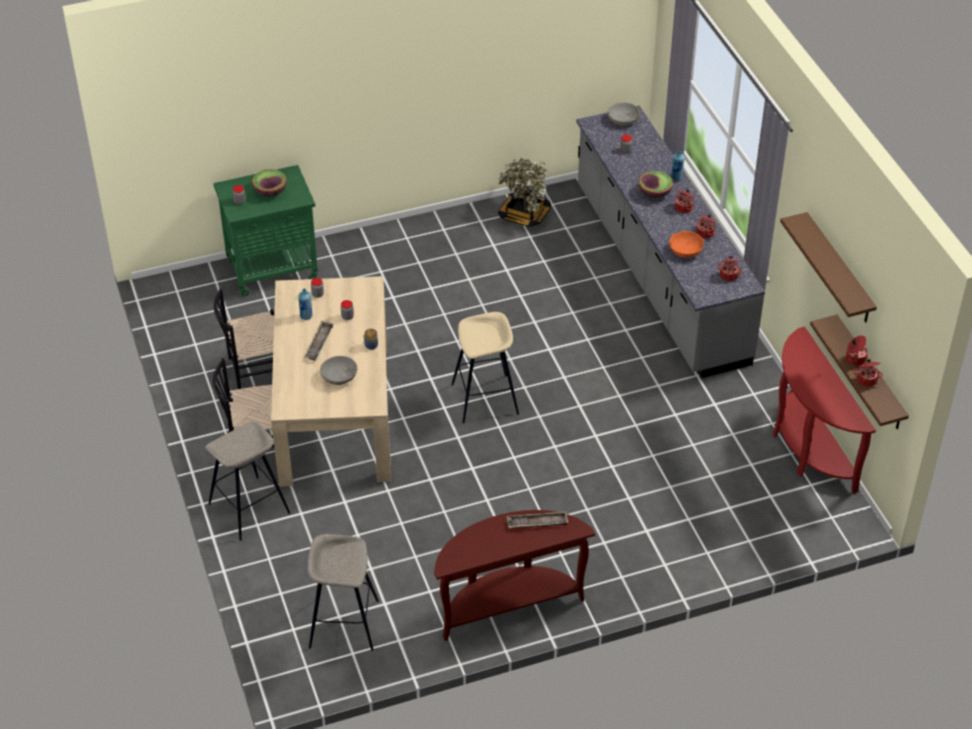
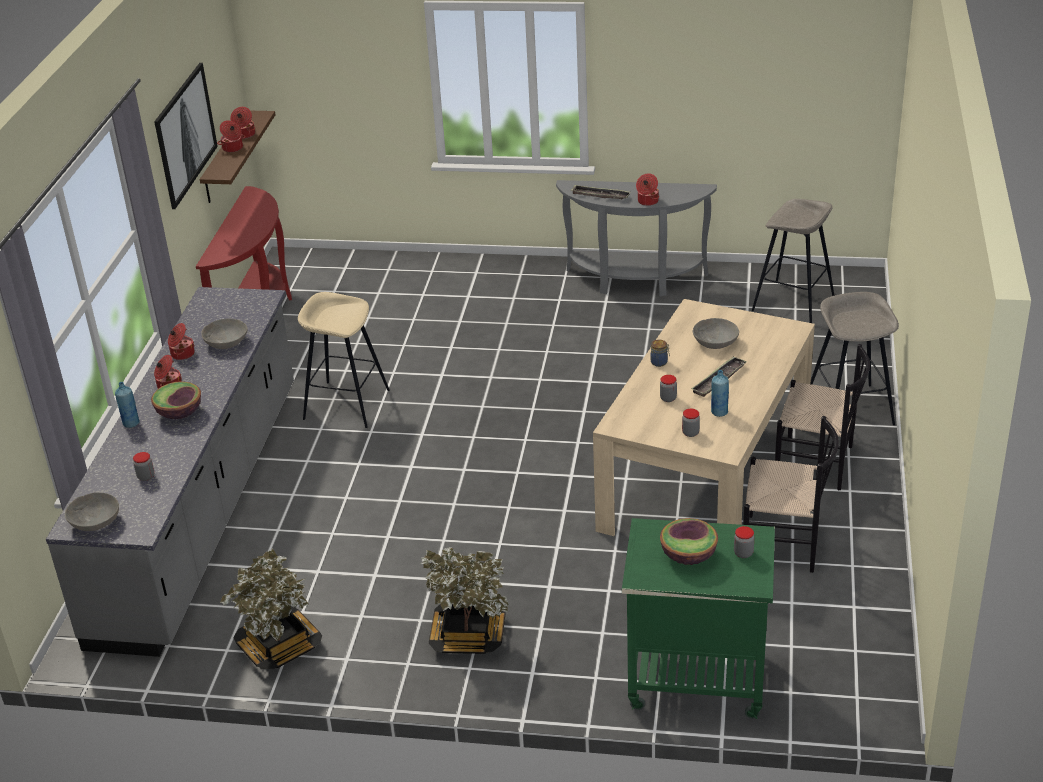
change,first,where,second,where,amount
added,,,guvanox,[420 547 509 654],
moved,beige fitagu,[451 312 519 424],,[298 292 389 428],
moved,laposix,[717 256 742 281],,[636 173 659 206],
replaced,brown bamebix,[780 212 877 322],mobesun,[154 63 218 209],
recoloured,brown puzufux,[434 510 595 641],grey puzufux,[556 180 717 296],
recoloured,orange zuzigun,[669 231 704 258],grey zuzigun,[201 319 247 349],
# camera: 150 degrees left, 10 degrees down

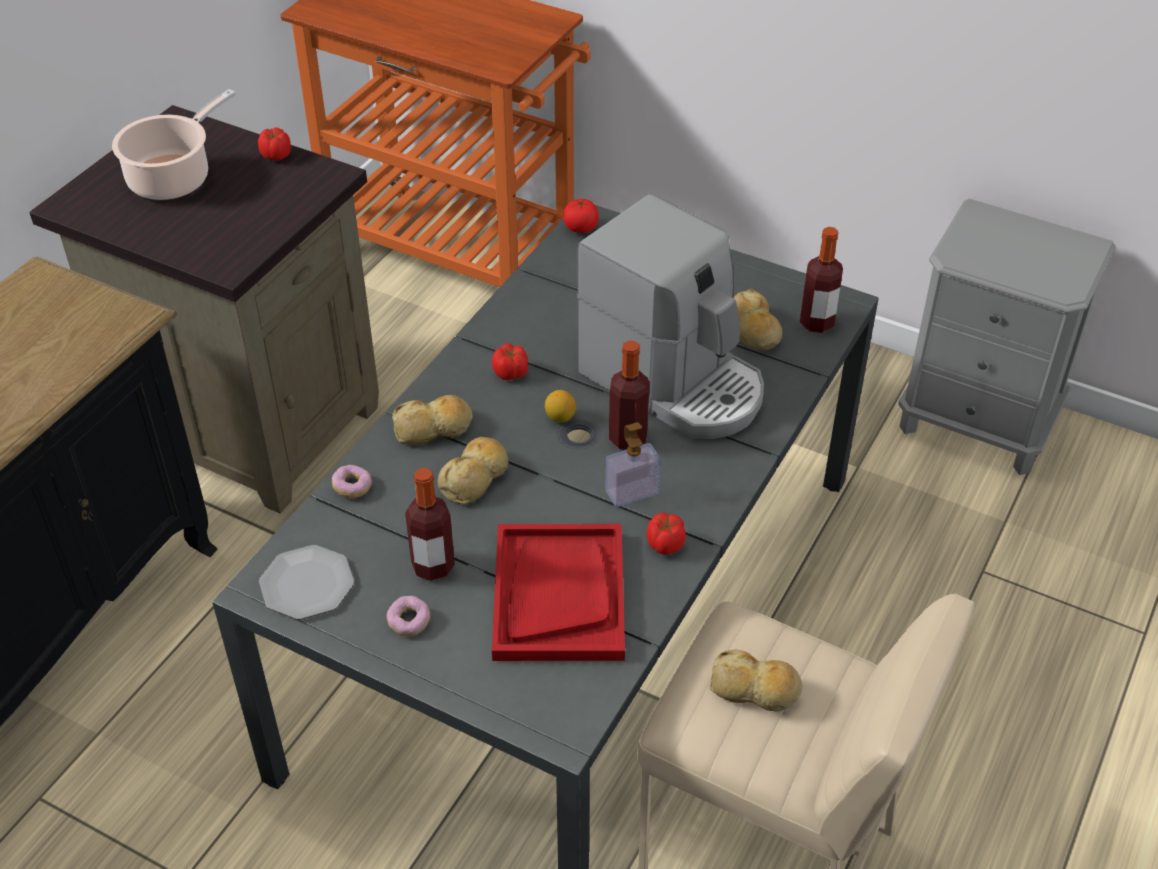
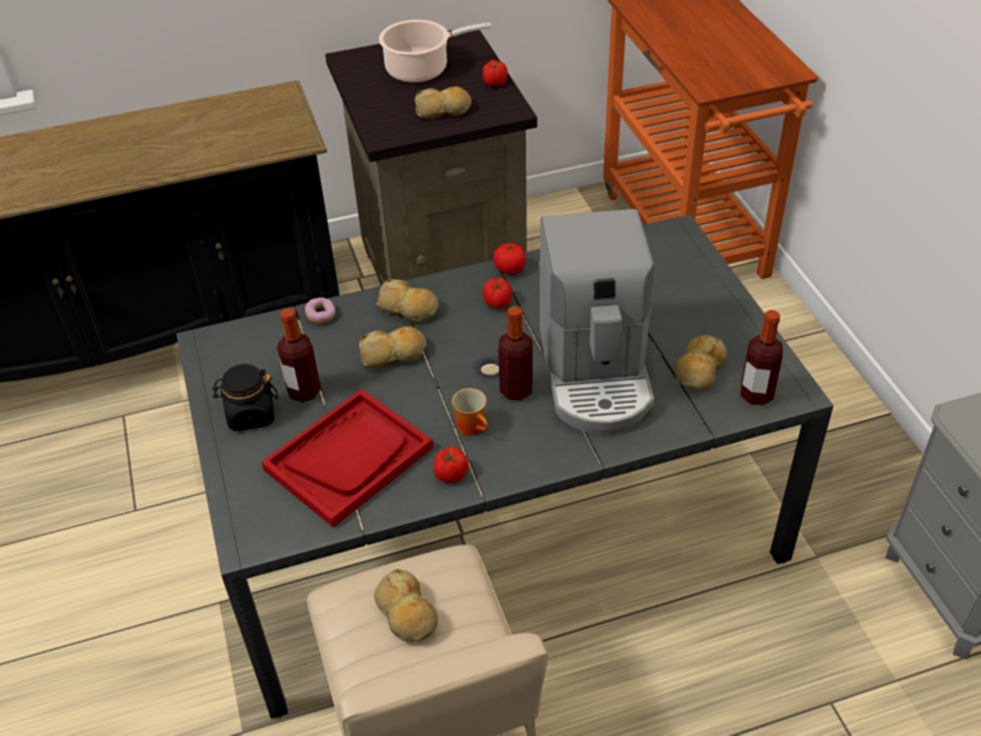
change,first,where,second,where,amount
removed,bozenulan,[259 545 354 620],,,
removed,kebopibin,[545 390 576 423],,,
added,,,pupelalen,[415 87 471 119],
moved,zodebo,[563 199 599 233],,[493 242 526 274],
replaced,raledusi,[386 596 430 636],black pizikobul,[213 364 278 431],
replaced,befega,[605 422 661 507],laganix,[452 388 488 435],
# camera: 45 degrees right, 0 degrees up

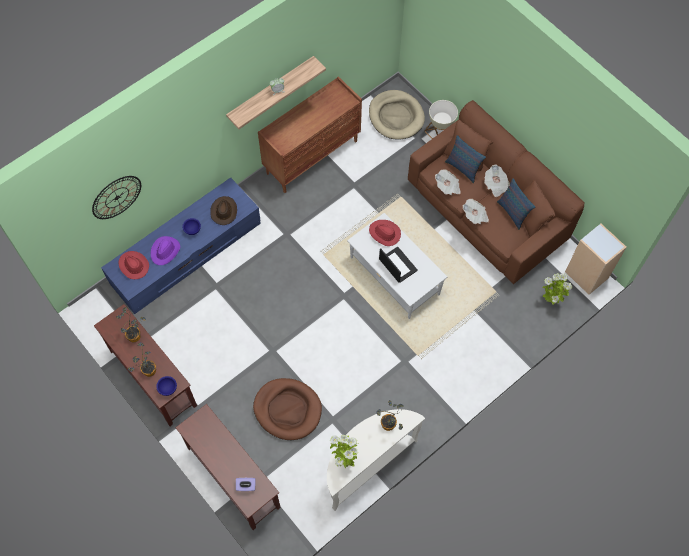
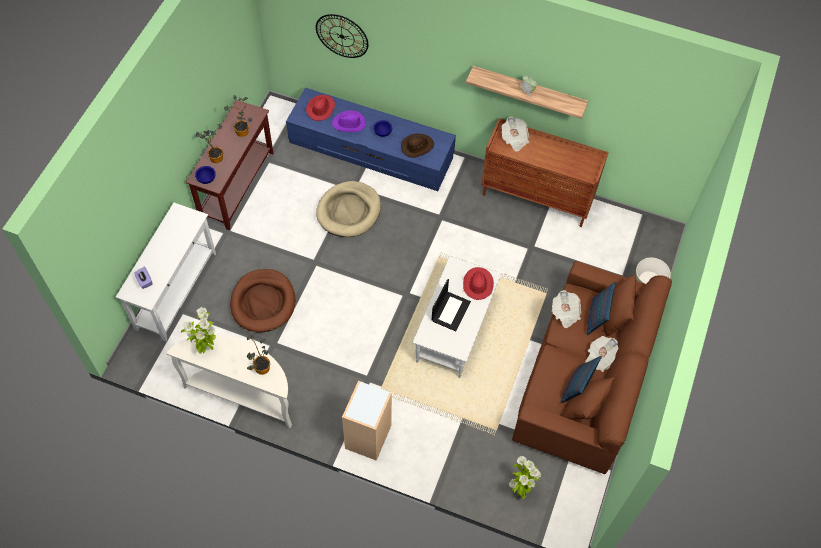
change,first,where,second,where,amount
moved,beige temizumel,[369 90 425 140],,[316 181 381 237],
moved,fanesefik,[462 199 489 224],,[502 117 529 152],
moved,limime,[565 223 626 295],,[342 381 392 461],
recoloured,brown puzufux,[176 404 281 530],white puzufux,[116 203 216 341],
# camera: 60 degrees right, 5 degrees down

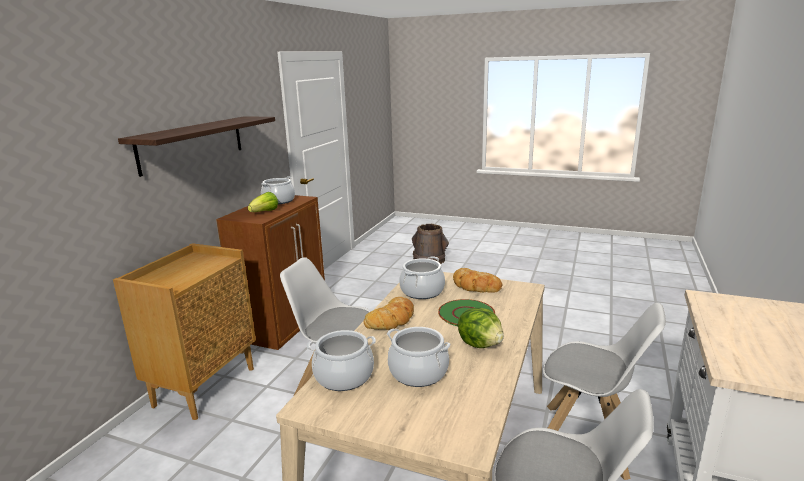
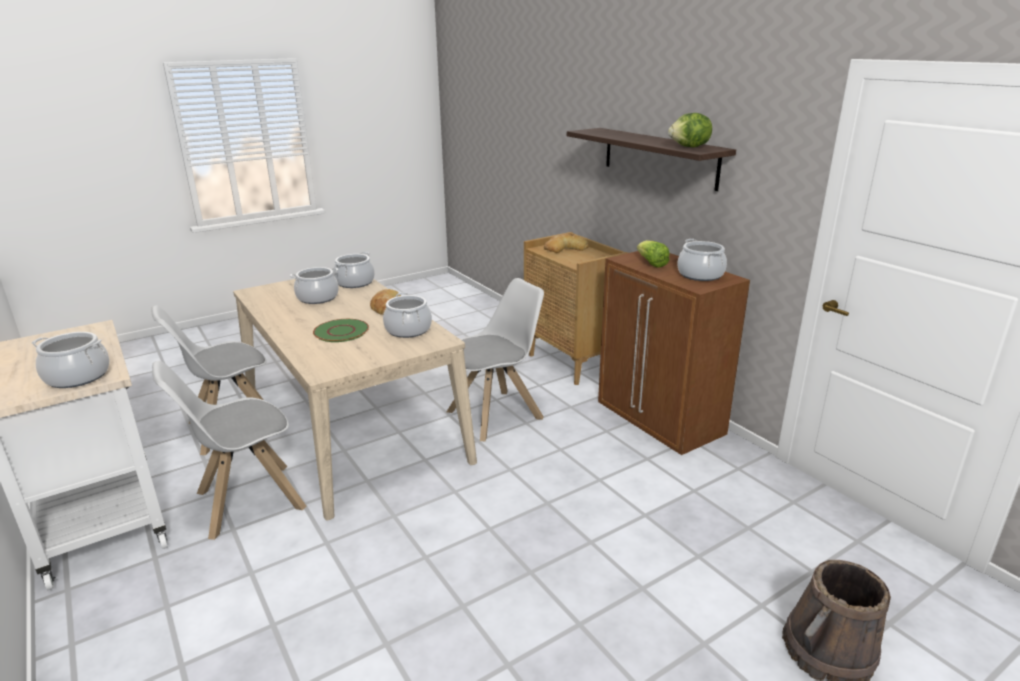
change,first,where,second,where,amount
added,,,laposix,[32 332 109 388],
moved,pupelalen,[453 268 503 293],,[544 234 589 253],
moved,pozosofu,[458 308 504 348],,[668 113 712 147],
# camera: 125 degrees right, 5 degrees up

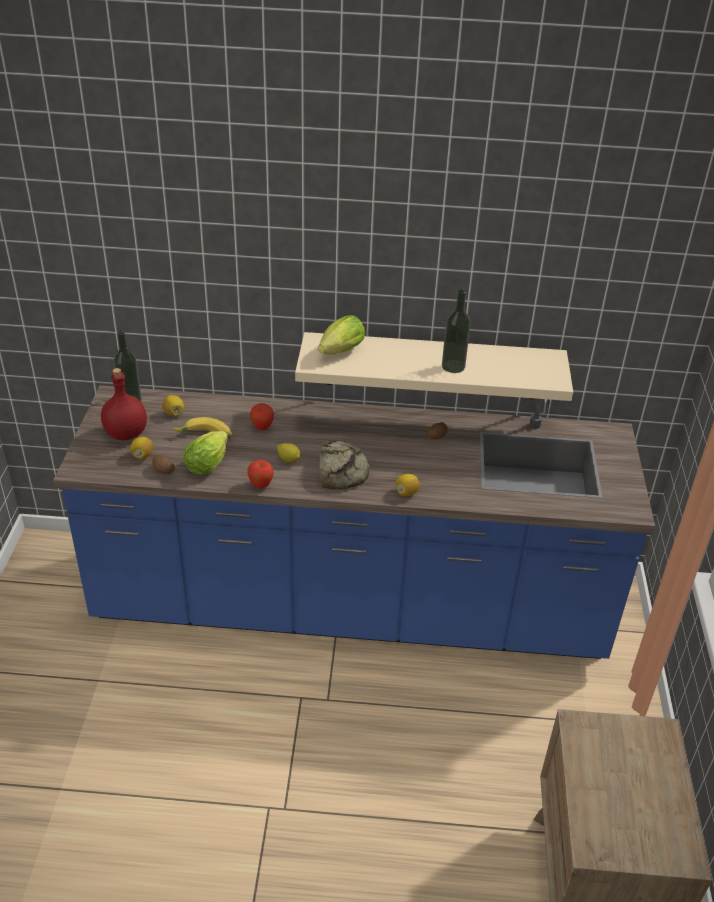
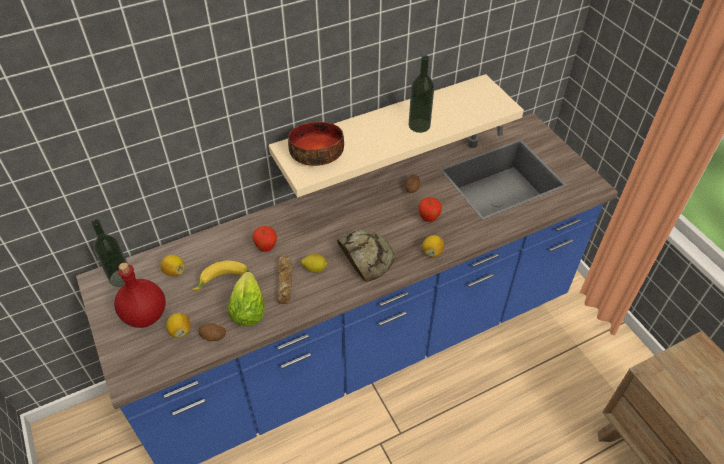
change,first,where,second,where,amount
added,,,pupelalen,[278 255 293 304],
moved,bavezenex,[247 460 274 488],,[418 197 442 222],
replaced,pozosofu,[318 315 365 354],zuzigun,[288 122 344 166],
# camera: 30 degrees left, 10 degrees up

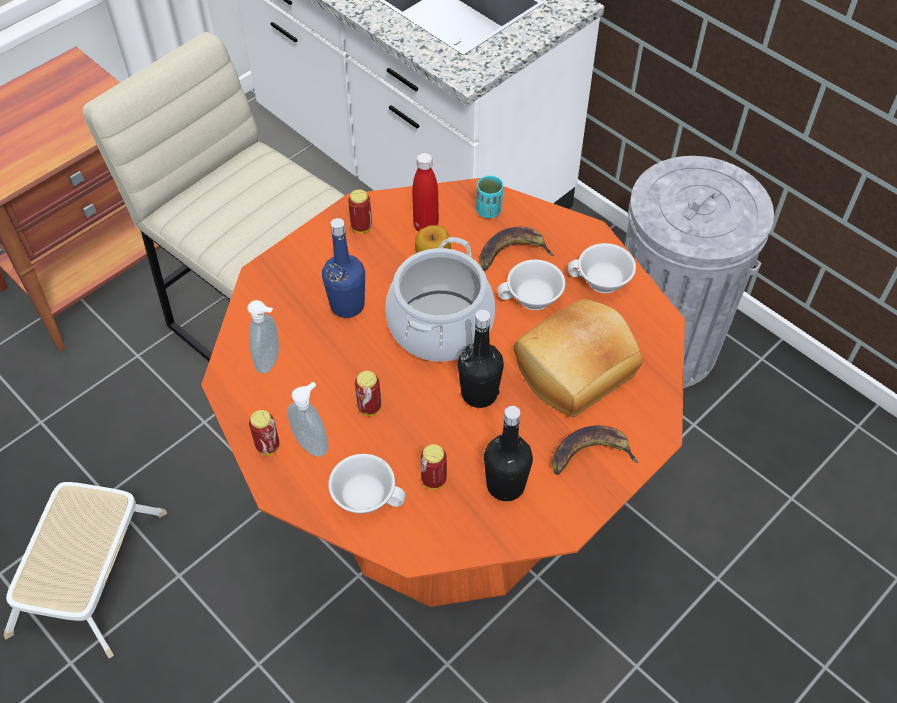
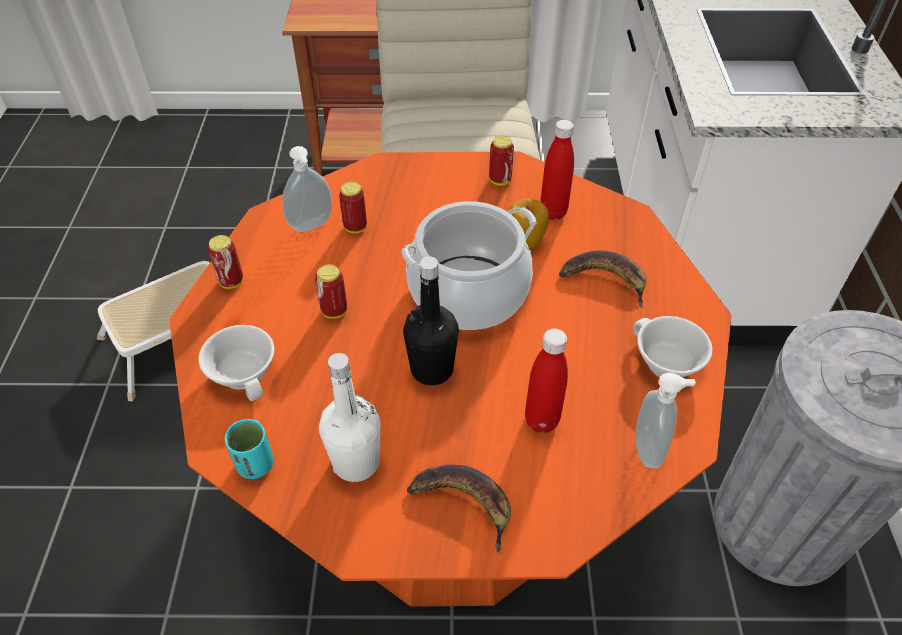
change,first,where,second,where,amount
removed,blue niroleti,[322 218 365 318],,,
removed,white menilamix,[497 260 565 310],,,
moved,befega,[288 382 329 457],,[635 373 696 468],
moved,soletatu,[420 444 447 489],,[339 182 367 234],
moved,turquoise menilamix,[476 175 503 218],,[224 419 274 479],
replaced,pupelalen,[514 299 642 417],red niroleti,[525 329 568 433],
recoloured,black niroleti,[484 406 533 501],white niroleti,[319 353 381 482],
# camera: 45 degrees right, 5 degrees down

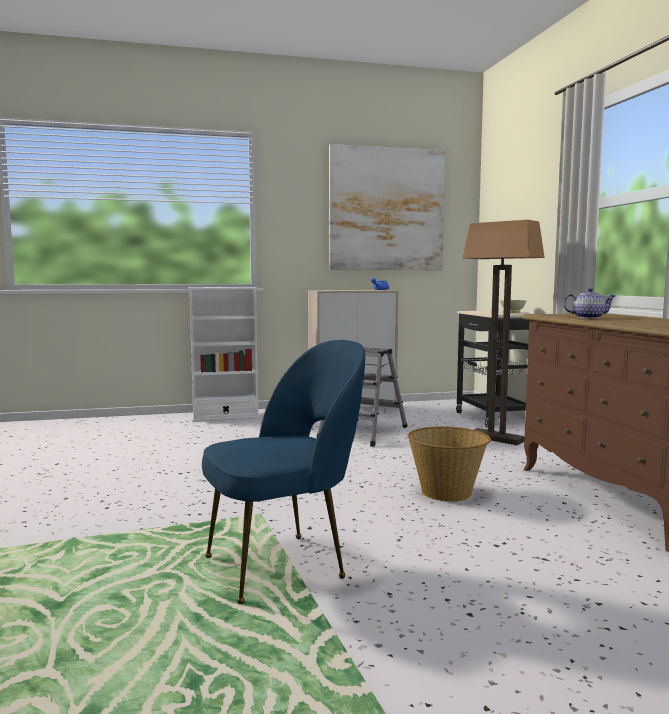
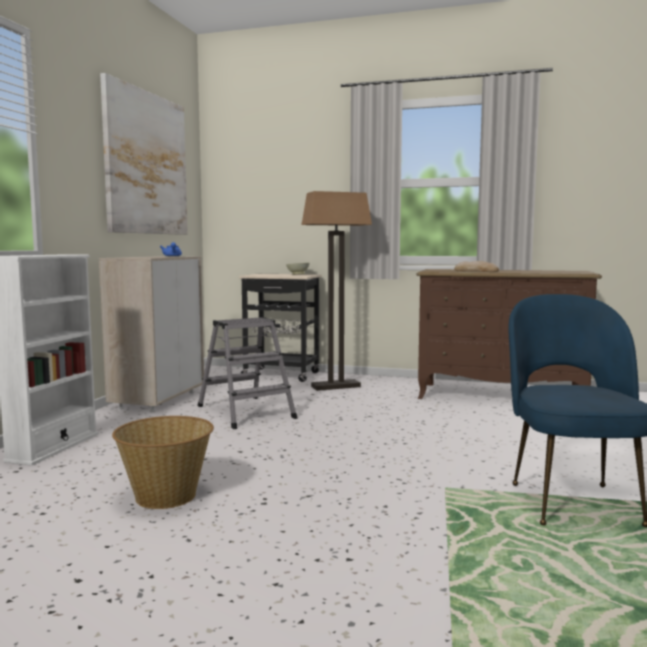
change,first,where,second,where,amount
moved,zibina,[407 426 491 502],,[112 416 214 509],
replaced,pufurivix,[563 288 615 319],pupelalen,[454 261 499 272],
# camera: 60 degrees left, 0 degrees up

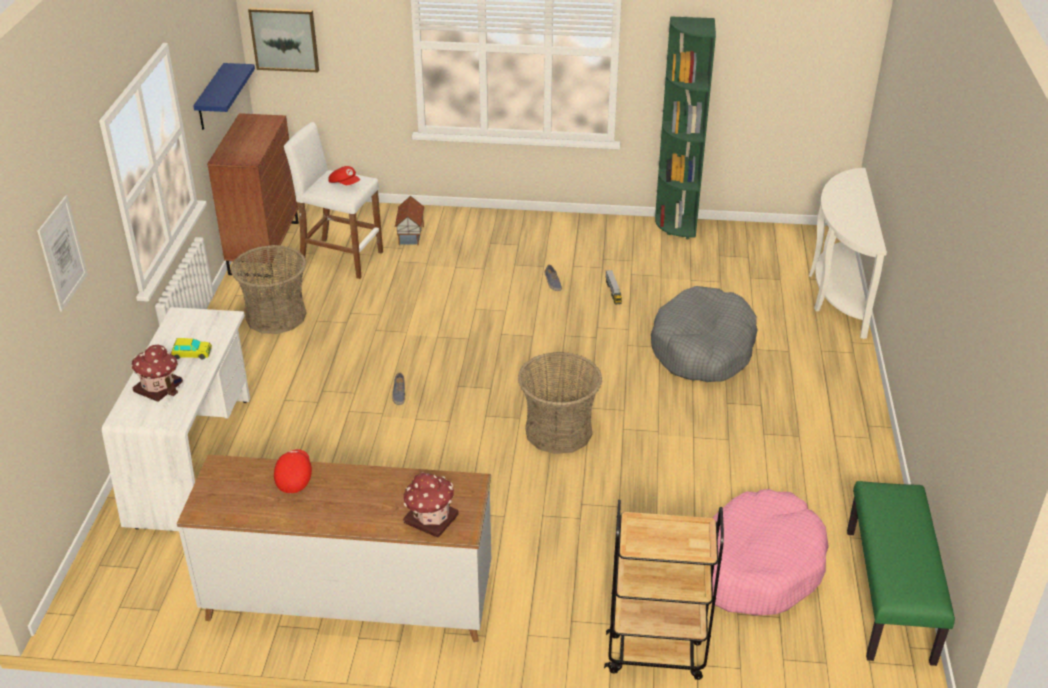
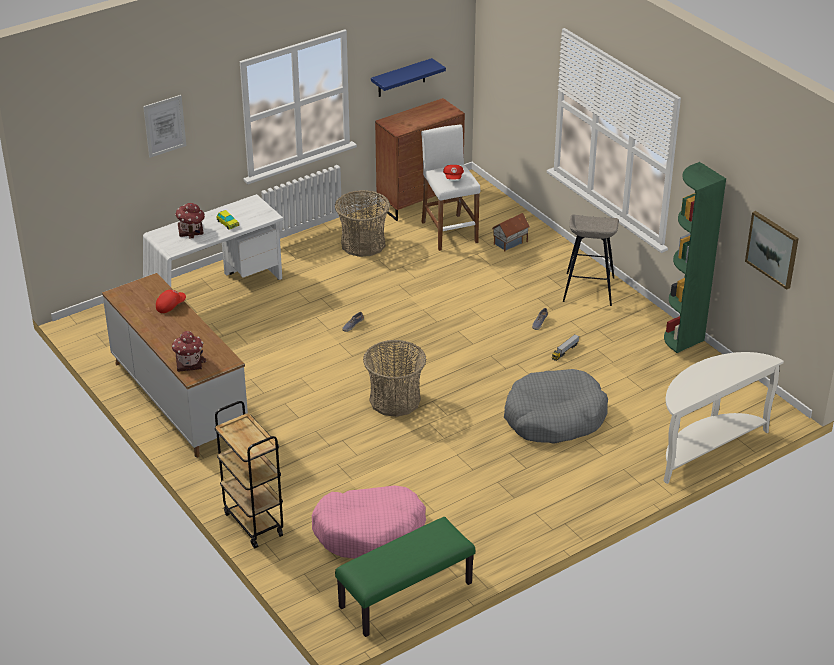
change,first,where,second,where,amount
added,,,grey fitagu,[563 214 619 306],
moved,mobesun,[248 8 319 72],,[745 211 799 290],
# camera: 50 degrees right, 0 degrees up

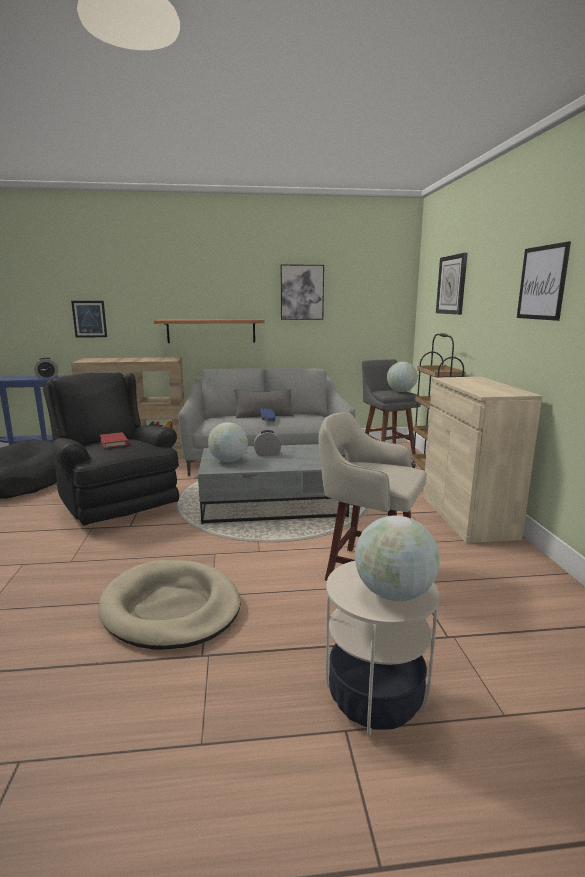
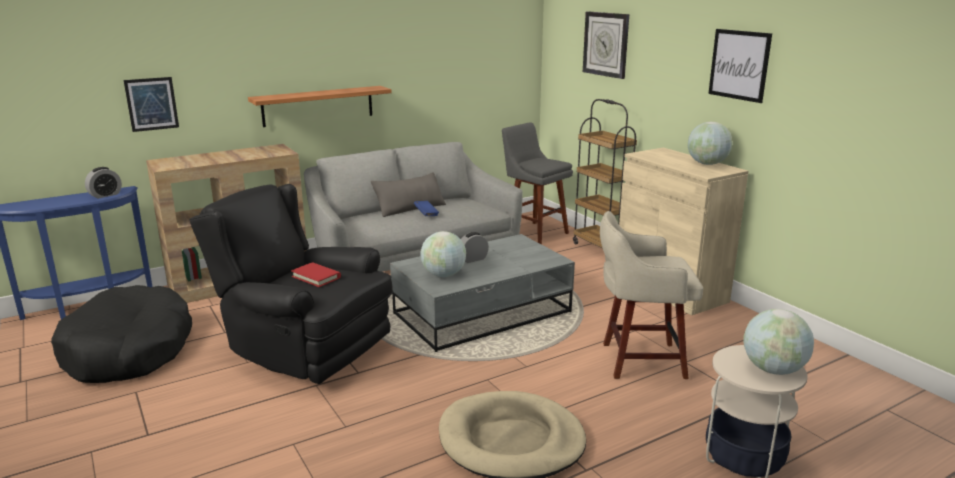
change,first,where,second,where,amount
removed,mobesun,[281 264 324 320],,,
moved,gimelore,[387 362 418 392],,[688 122 732 165],
# camera: 25 degrees left, 5 degrees up

